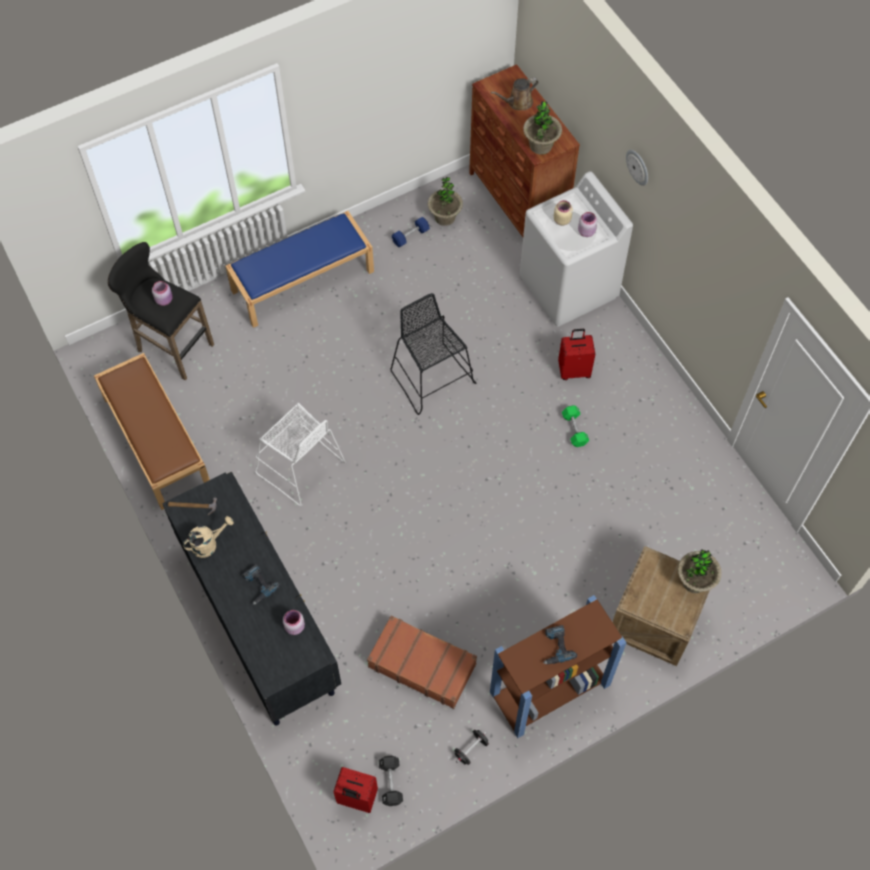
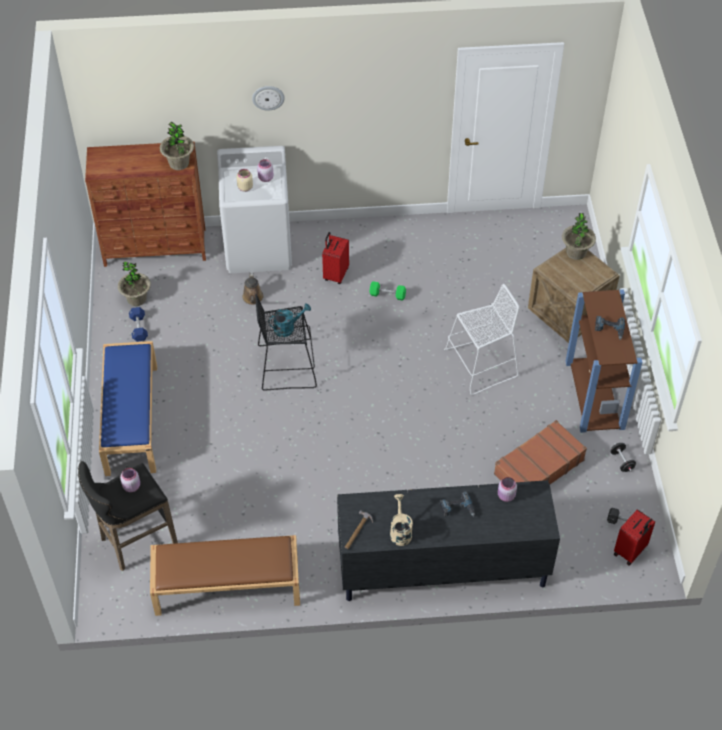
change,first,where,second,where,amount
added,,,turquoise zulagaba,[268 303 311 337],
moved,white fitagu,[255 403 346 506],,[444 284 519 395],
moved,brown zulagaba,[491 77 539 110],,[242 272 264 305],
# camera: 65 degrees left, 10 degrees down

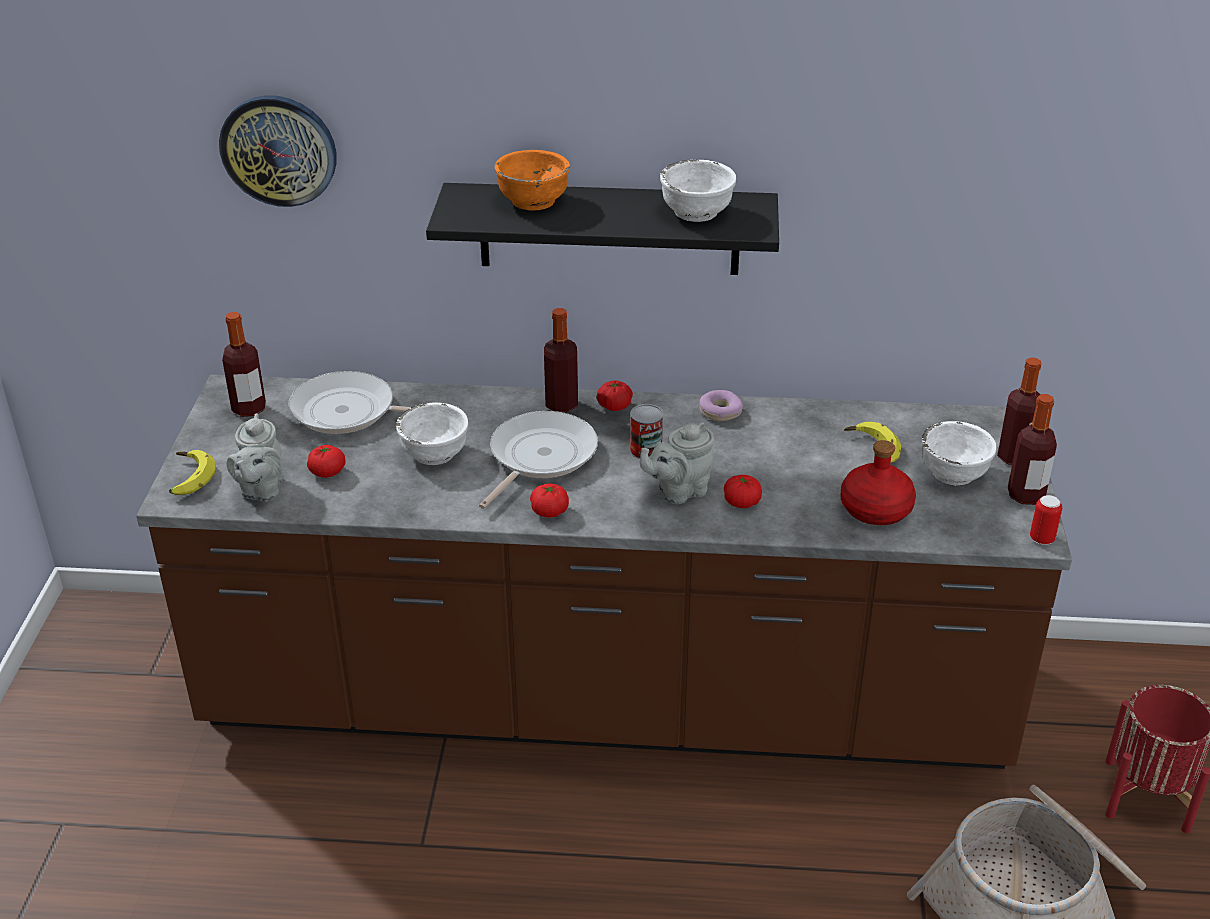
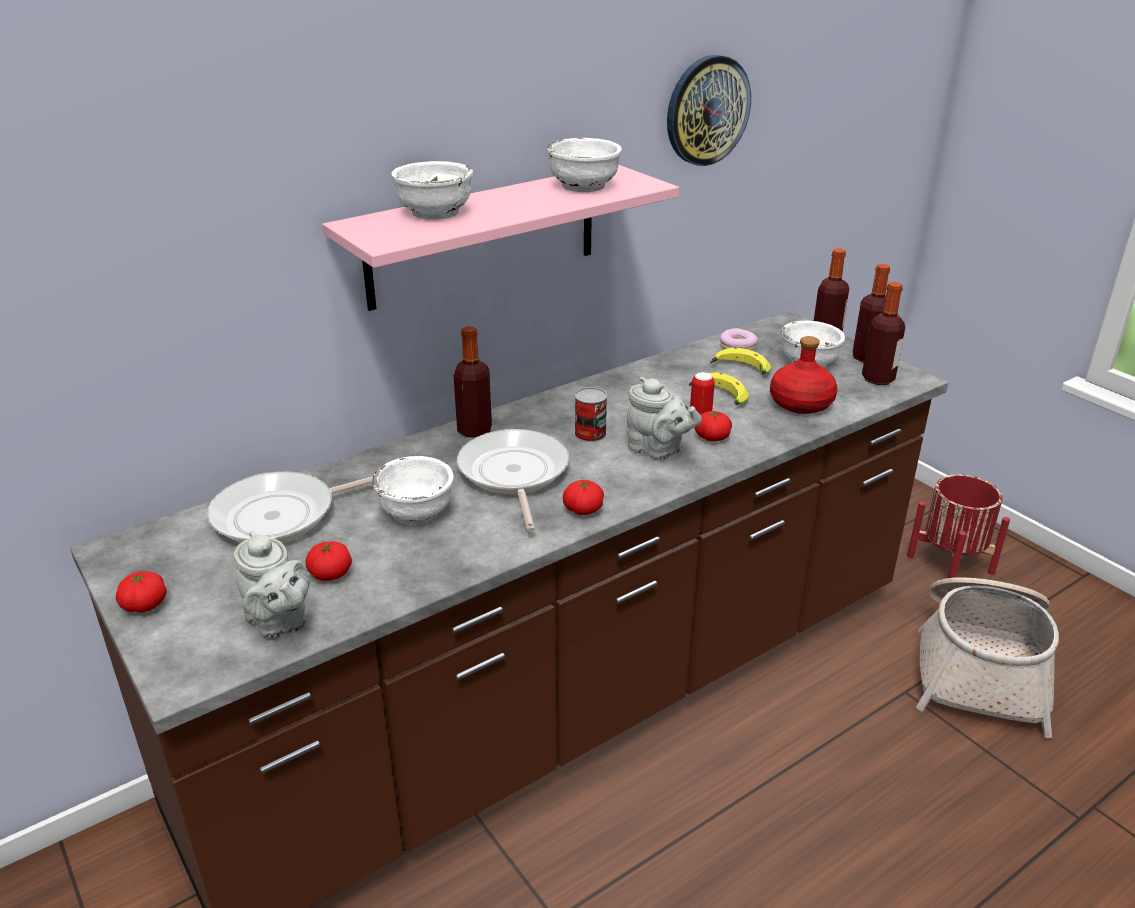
change,first,where,second,where,amount
moved,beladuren,[169 450 216 495],,[689 372 749 405],
moved,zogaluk,[219 95 337 207],,[667 55 751 166],
moved,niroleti,[222 312 266 417],,[862 282 905 385],
moved,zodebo,[597 381 633 411],,[116 571 167 613],
moved,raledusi,[700 390 743 421],,[720 328 758 350],
moved,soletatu,[1030 495 1062 545],,[690 372 715 415],
recoloured,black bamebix,[426 183 779 275],pink bamebix,[322 165 679 311],
recoloured,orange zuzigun,[495 150 570 211],white zuzigun,[391 161 473 220],
turned,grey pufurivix,[640 422 714 504],,[626 377 702 459],75 degrees counterclockwise
# camera: 40 degrees left, 5 degrees down

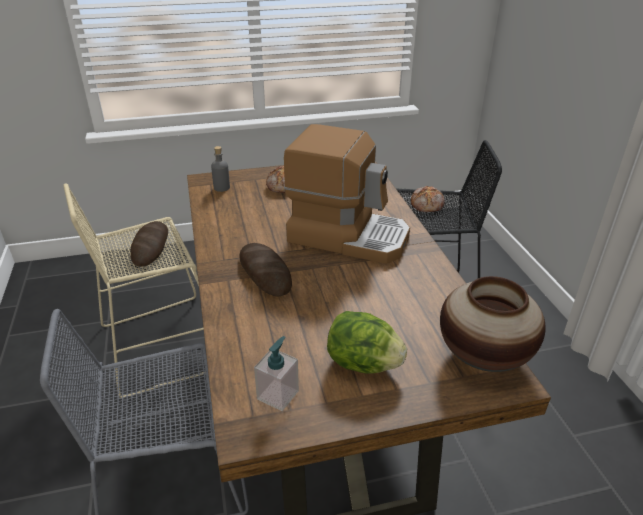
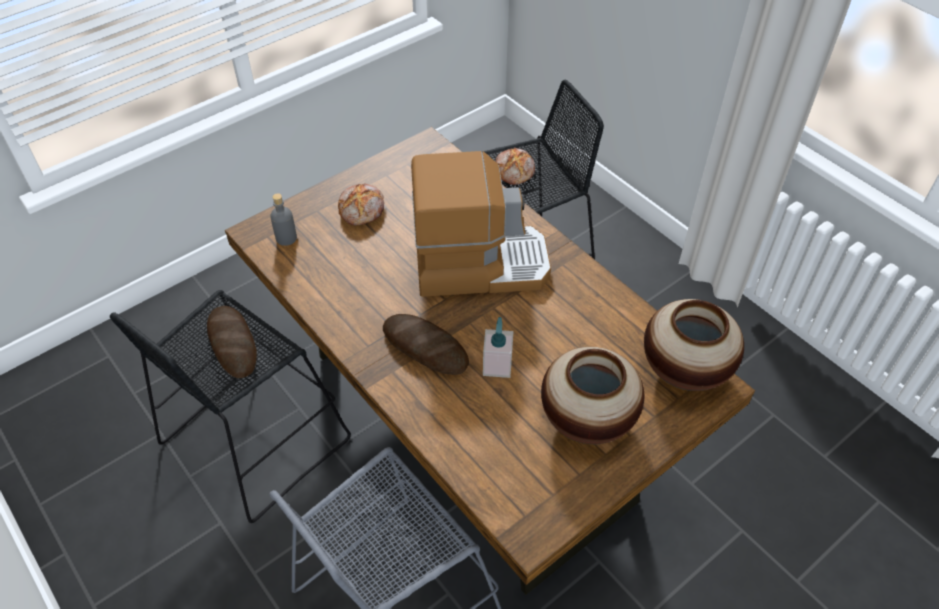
change,first,where,second,where,amount
moved,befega,[254 336 299 411],,[483 317 513 378],
replaced,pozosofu,[327 311 407 374],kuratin,[541 347 644 444],
recoloured,beige fitagu,[63 183 204 398],black fitagu,[110 290 351 523],
# camera: 25 degrees left, 15 degrees up

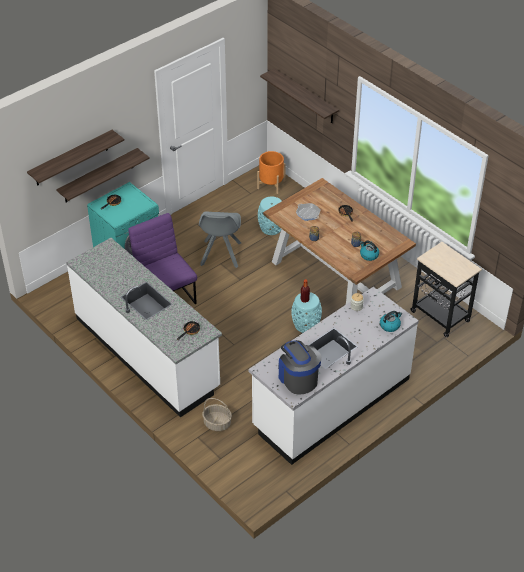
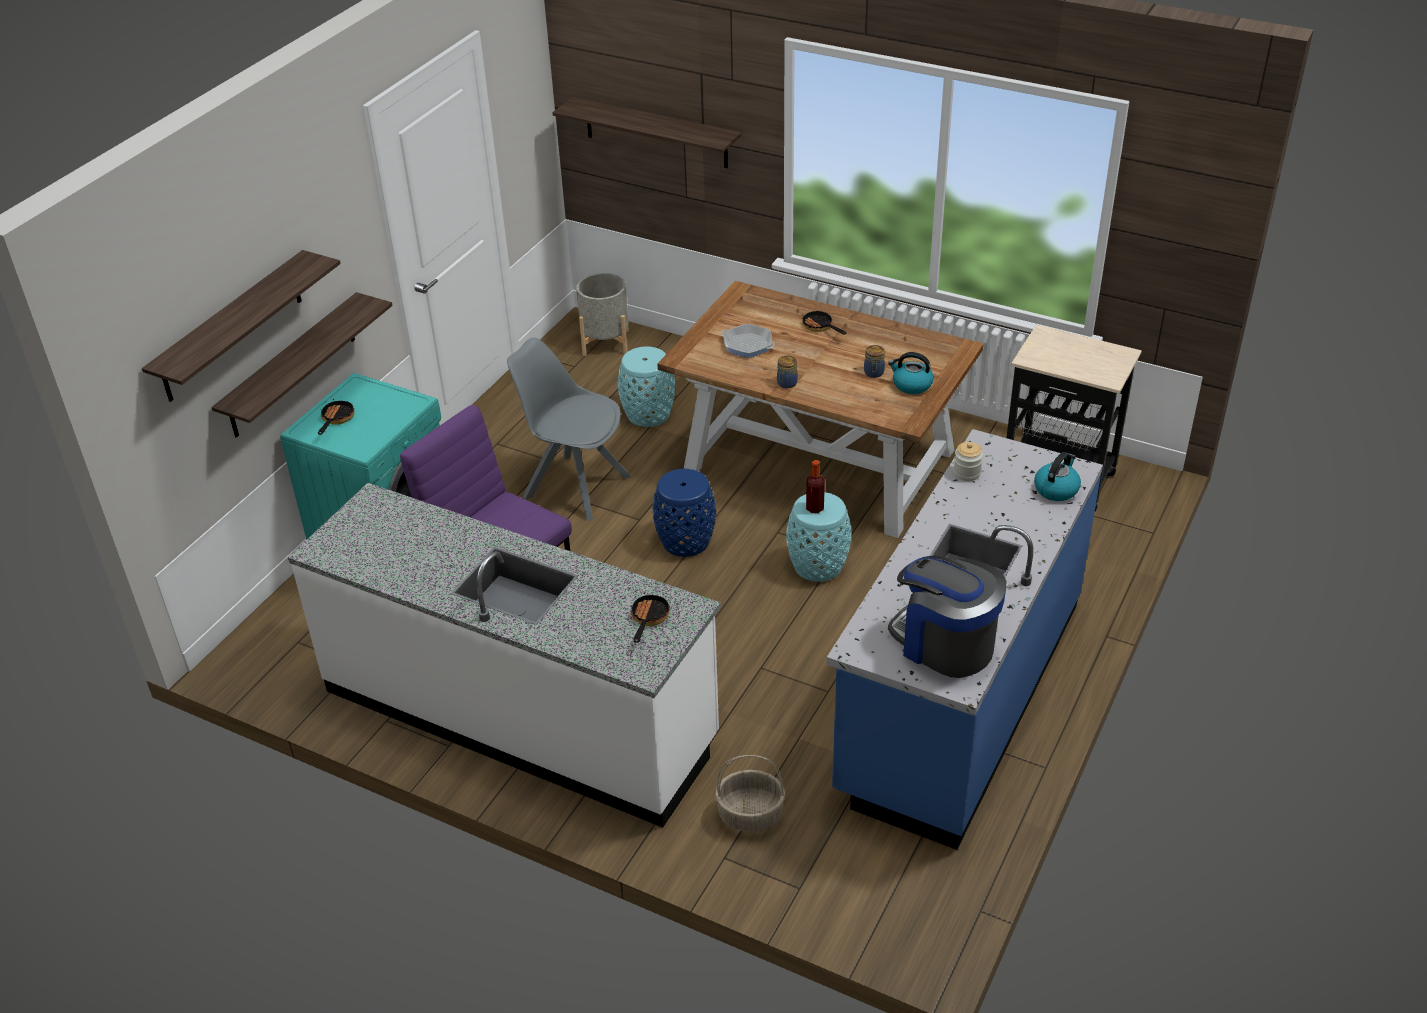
change,first,where,second,where,amount
added,,,blue fitagu,[653 469 716 557],
recoloured,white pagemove,[249 287 419 465],blue pagemove,[827 429 1103 850],
recoloured,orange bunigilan,[257 151 286 194],grey bunigilan,[576 273 629 356],
turned,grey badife,[199 211 241 268],,[507 338 631 521],135 degrees clockwise
# camera: 20 degrees left, 5 degrees down

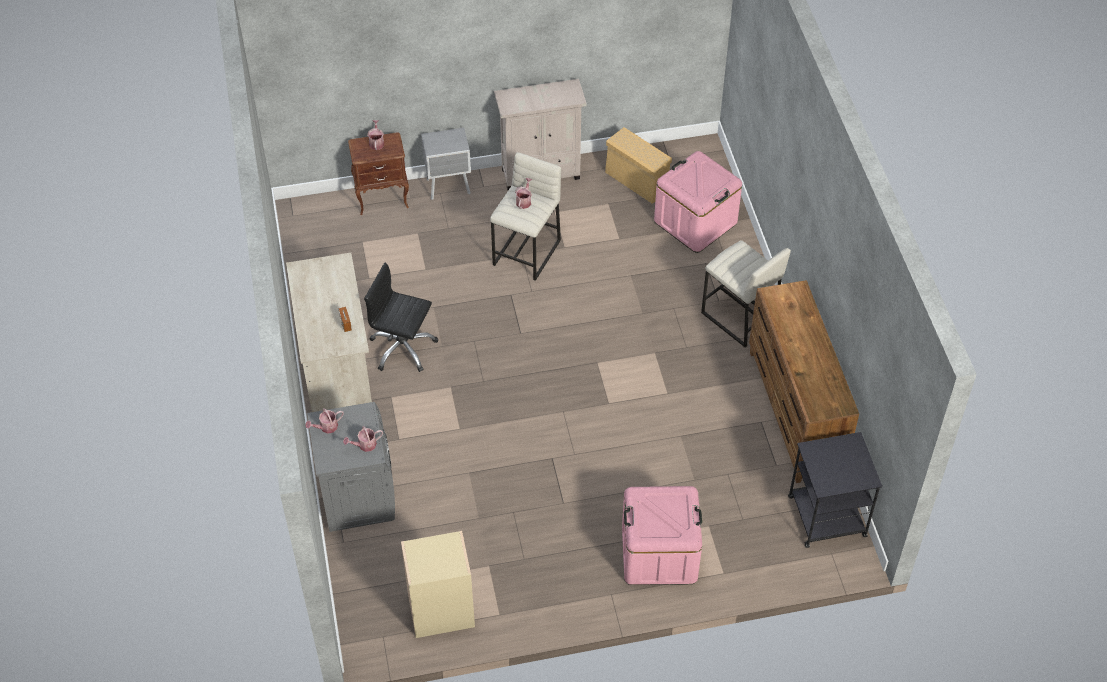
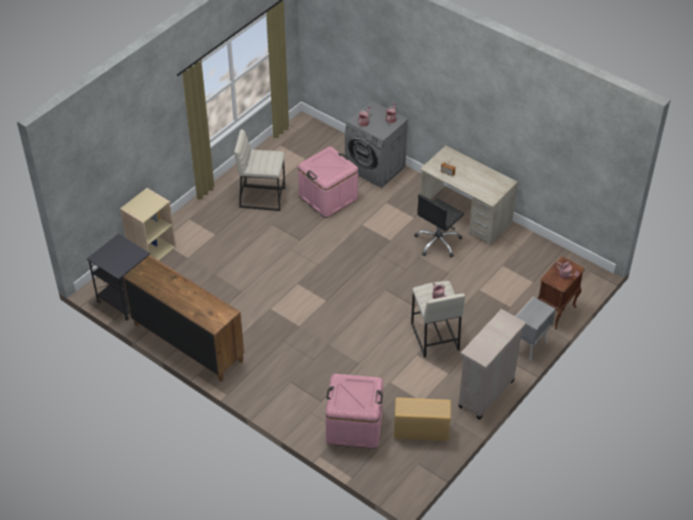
change,first,where,second,where,amount
moved,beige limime,[401 531 475 638],,[120 188 176 261],
moved,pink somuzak,[622 486 702 585],,[298 147 358 218],
moved,beige fitagu,[701 240 791 348],,[234 130 285 211],
turned,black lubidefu,[364 263 438 372],,[414 194 464 258],150 degrees clockwise
# camera: 140 degrees right, 5 degrees down

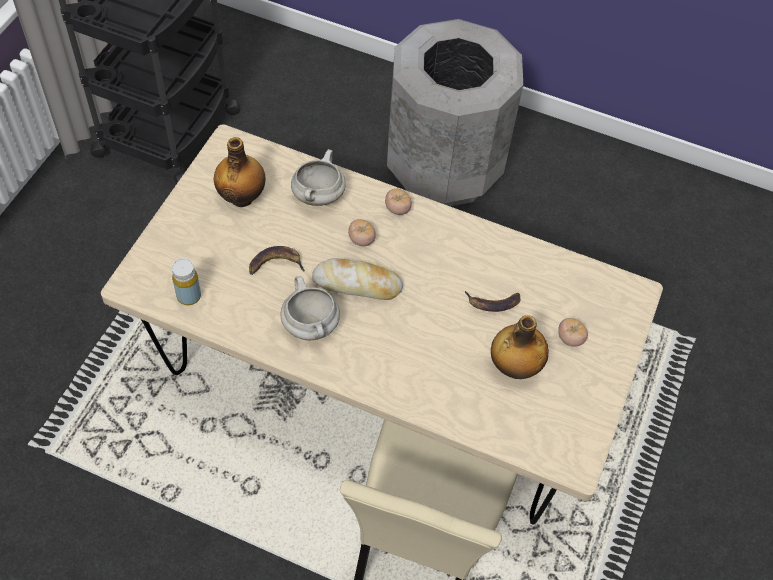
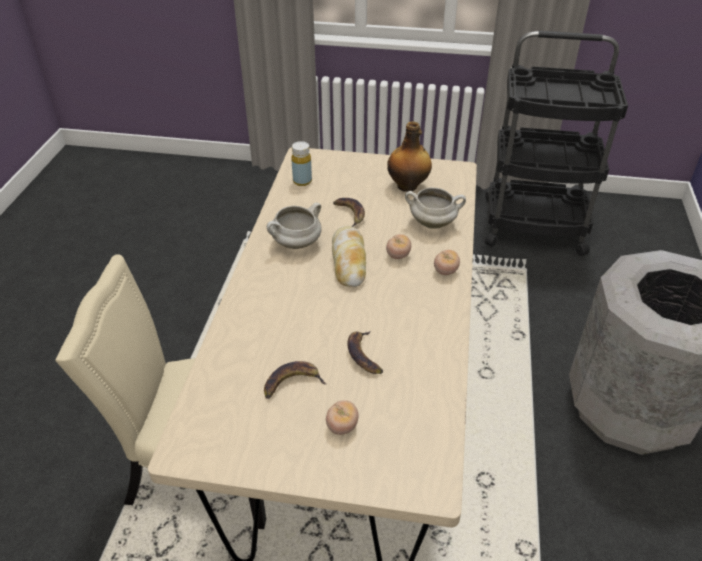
change,first,where,second,where,amount
replaced,niroleti,[491 315 549 379],beladuren,[264 361 326 399],
# camera: 80 degrees right, 15 degrees down

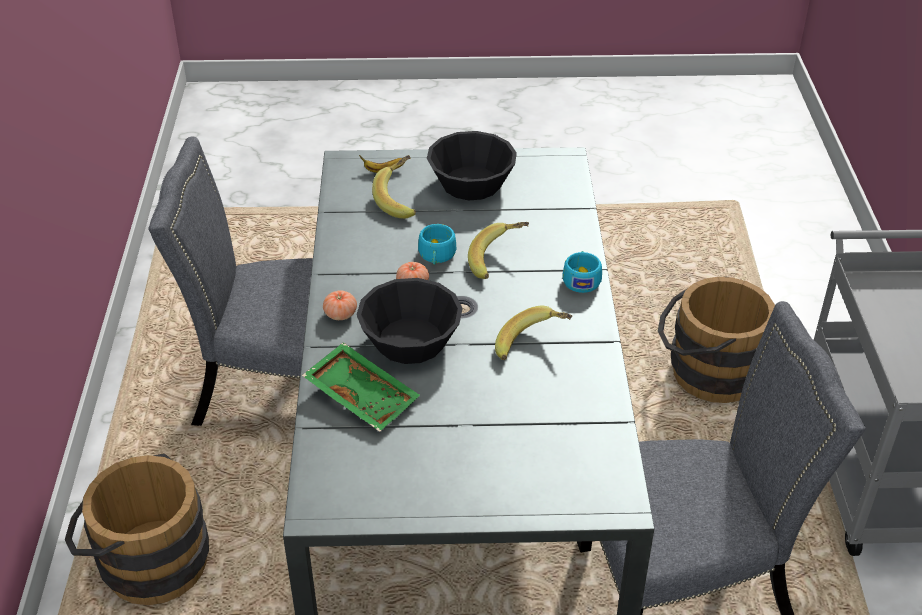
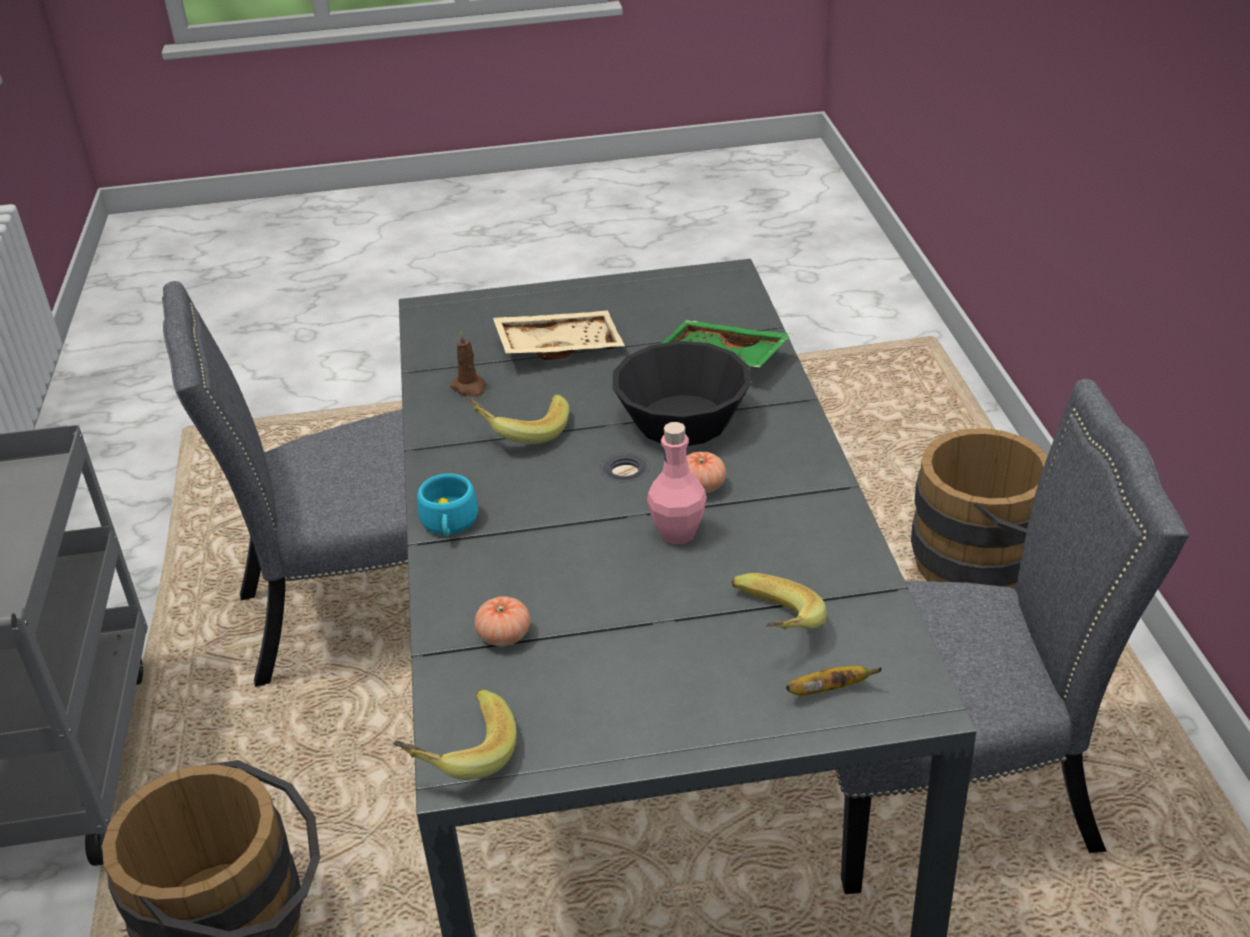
change,first,where,second,where,amount
removed,black zuzigun,[427 131 517 200],,,
added,,,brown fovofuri,[450 331 486 397],
added,,,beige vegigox,[493 311 625 360],
moved,zodebo,[323 290 357 320],,[474 596 530 646],
moved,beladuren,[468 222 529 279],,[393 690 517 780],
replaced,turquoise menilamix,[418 224 456 265],pink niroleti,[647 422 707 544],
# camera: 175 degrees right, 5 degrees down

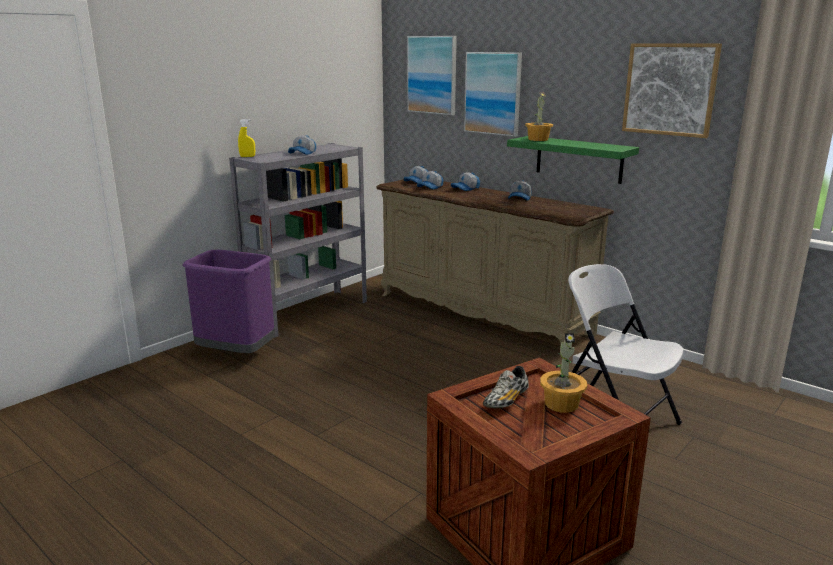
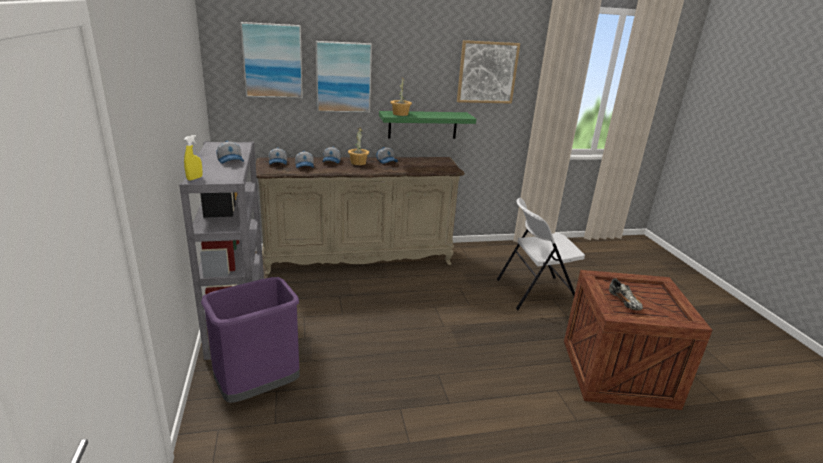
change,first,where,second,where,amount
moved,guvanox,[540 333 587 413],,[348 127 369 165],
# camera: 55 degrees left, 5 degrees up

